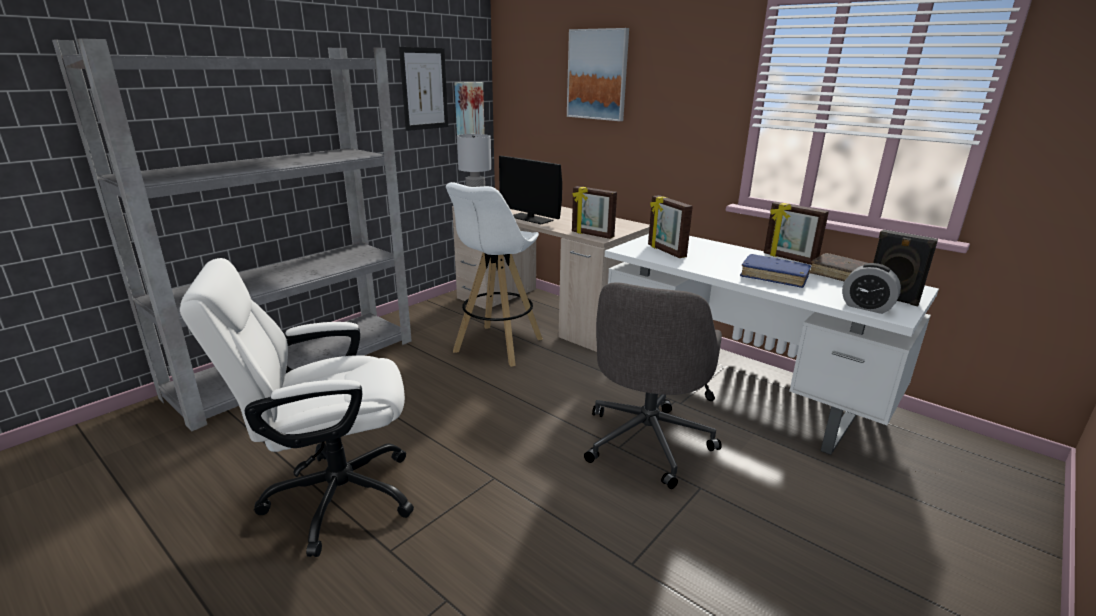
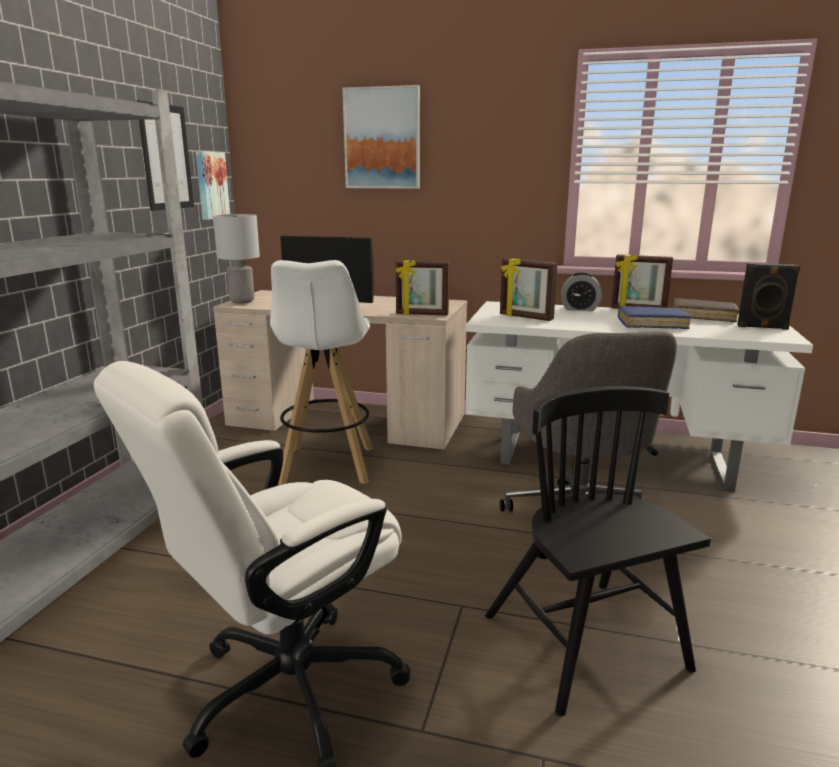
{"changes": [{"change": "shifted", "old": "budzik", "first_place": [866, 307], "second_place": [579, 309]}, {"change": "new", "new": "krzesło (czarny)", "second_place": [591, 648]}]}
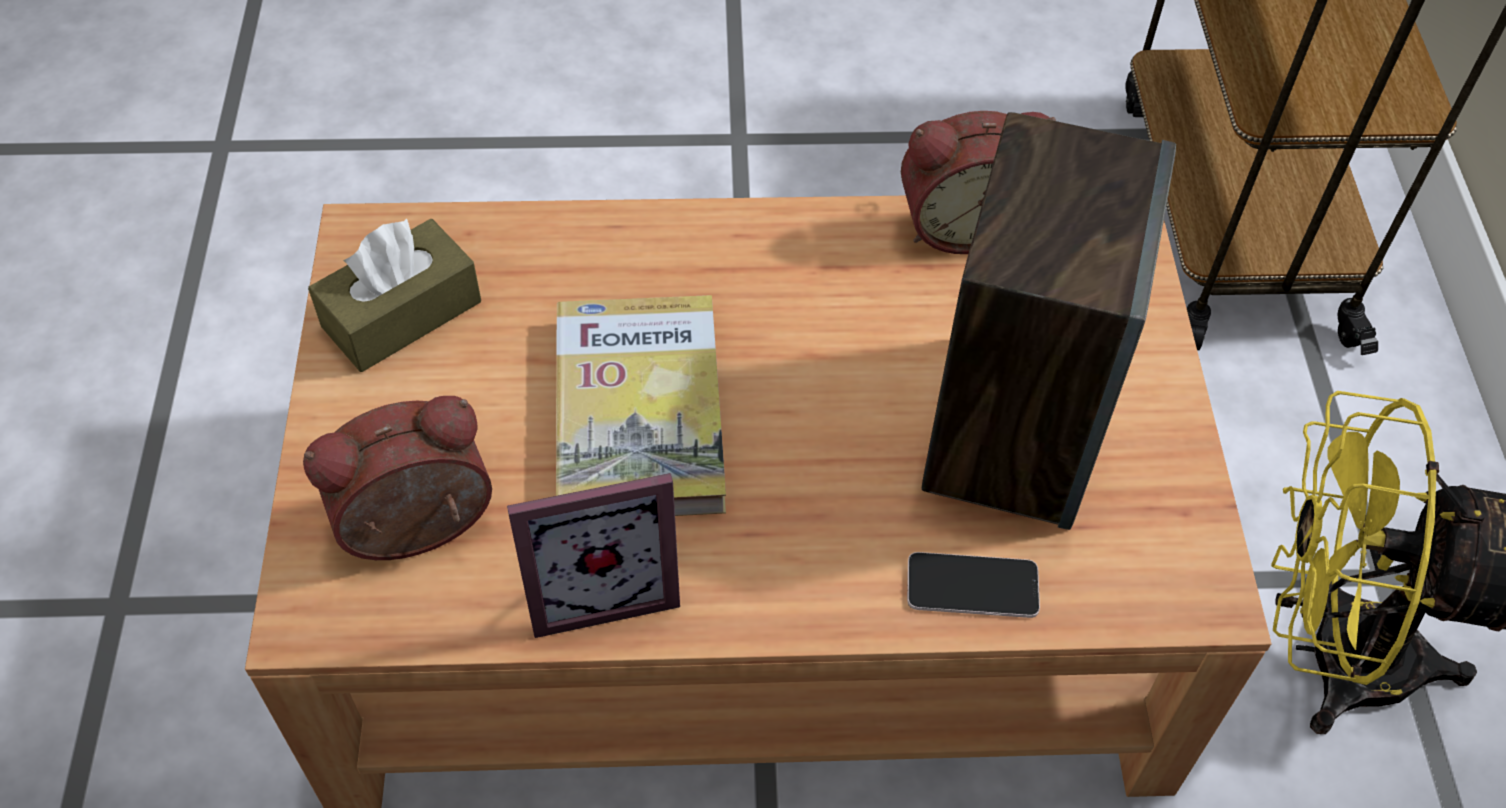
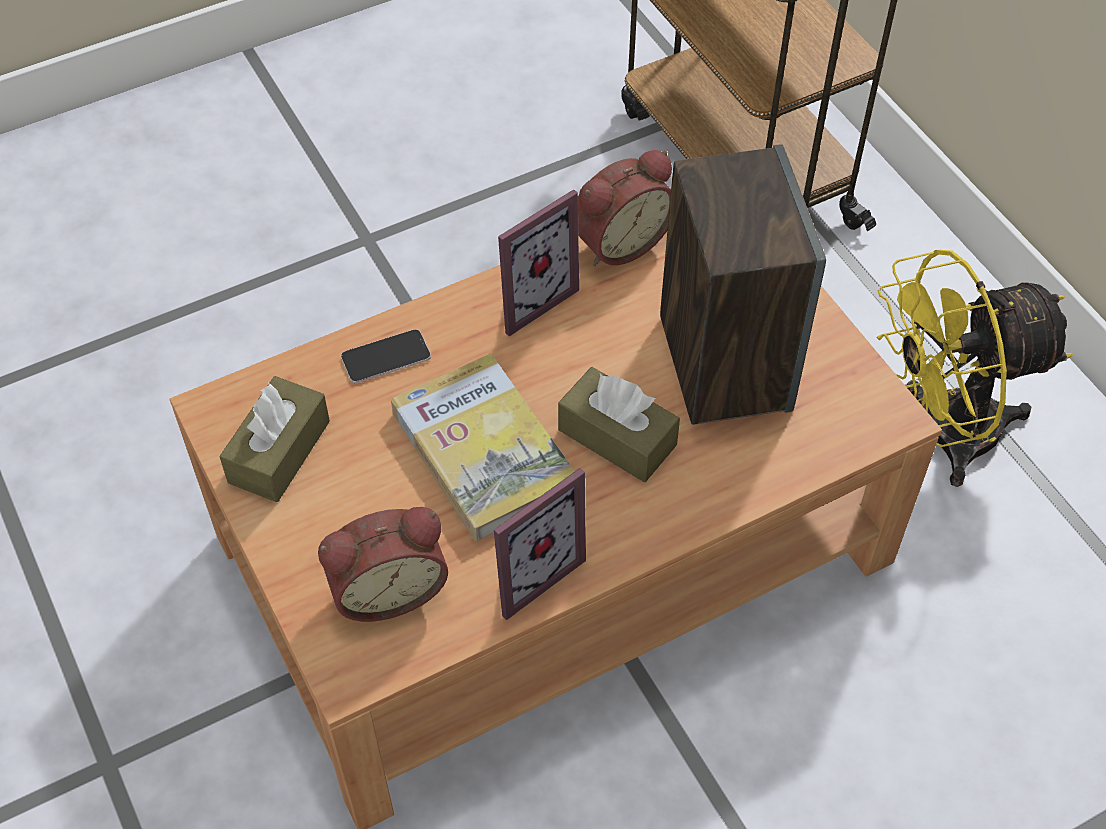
{"changes": [{"change": "rotated", "old": "budzik", "first_place": [419, 531], "second_place": [387, 588], "degrees": -150}, {"change": "shifted", "old": "telefon", "first_place": [972, 586], "second_place": [386, 357]}, {"change": "new", "new": "ramka na zdjęcie", "second_place": [527, 297]}, {"change": "new", "new": "pudełko chusteczek (brązowy)", "second_place": [617, 437]}]}
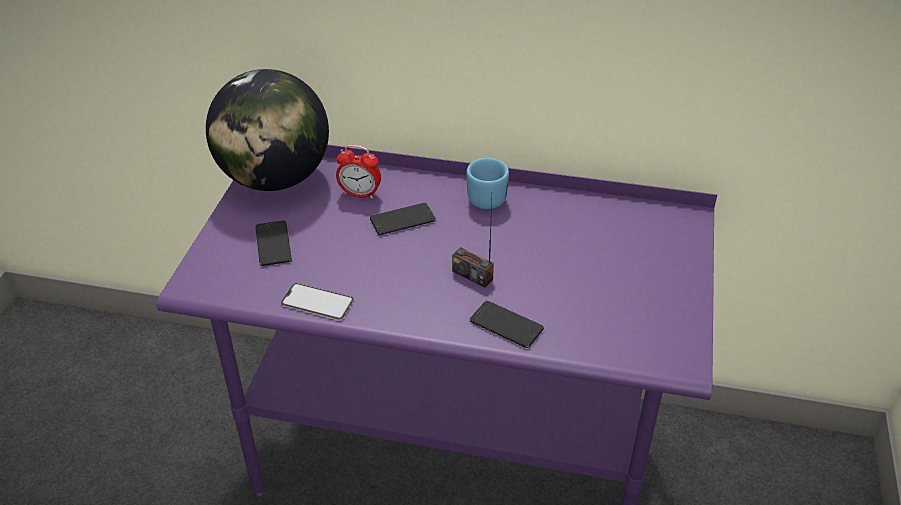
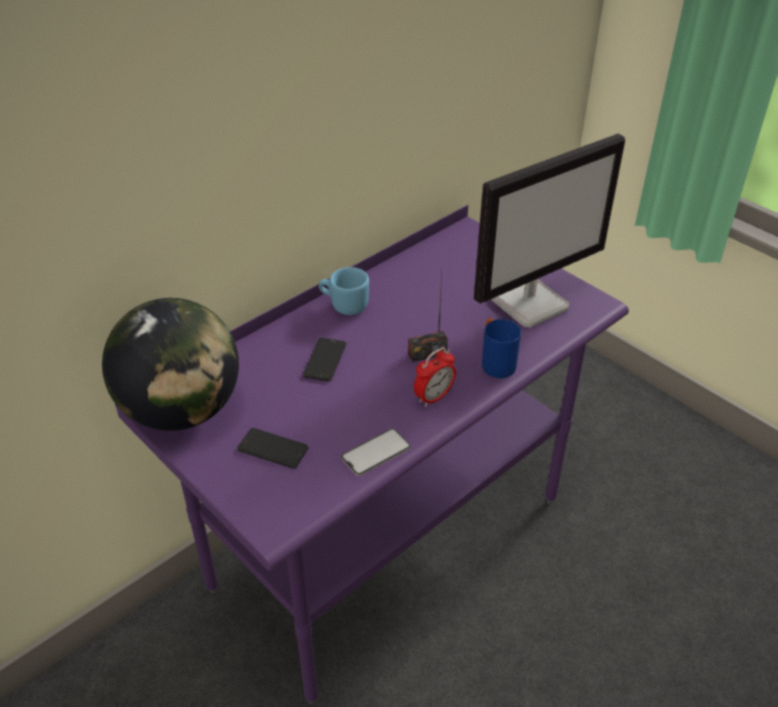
{"changes": [{"change": "shifted", "old": "budzik", "first_place": [360, 194], "second_place": [434, 397]}, {"change": "swapped", "old": "telefon", "new": "kubek (niebieski)", "first_place": [506, 325], "second_place": [495, 362]}, {"change": "new", "new": "monitor", "second_place": [530, 302]}]}
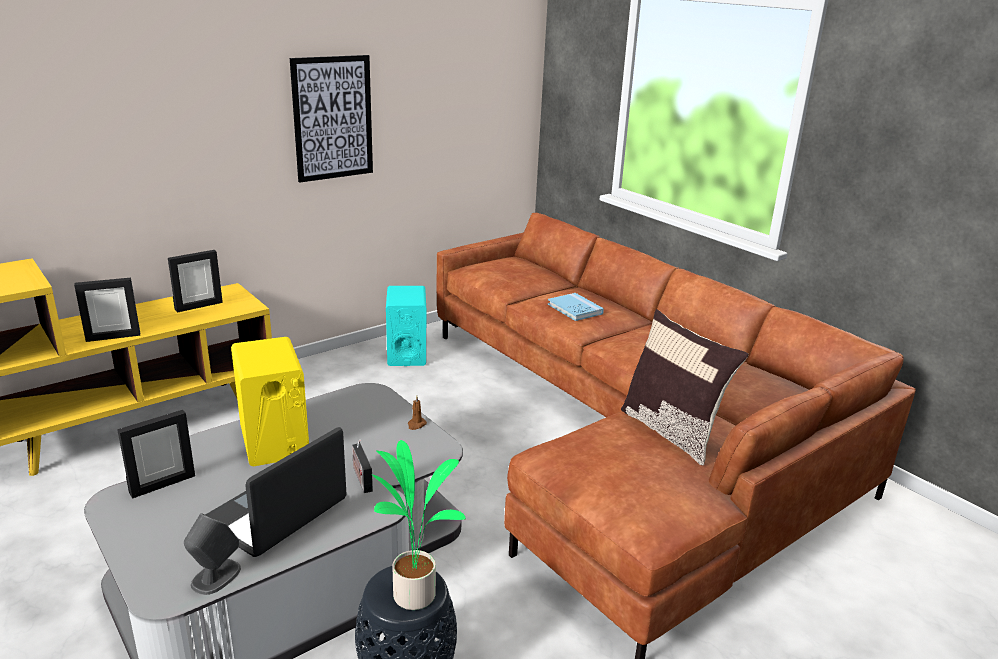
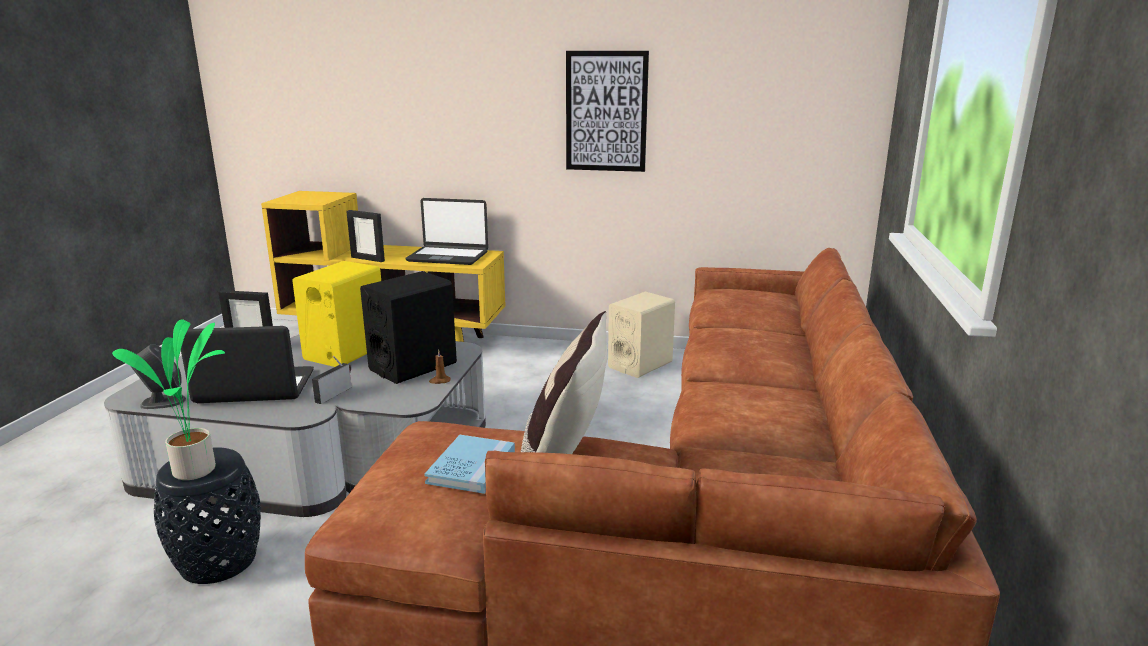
{"changes": [{"change": "swapped", "old": "ramka na zdjęcie", "new": "laptop", "first_place": [199, 306], "second_place": [448, 256]}, {"change": "repainted", "old": "głośnik (turkusowy)", "new": "głośnik (beżowy)", "first_place": [406, 354], "second_place": [640, 365]}, {"change": "shifted", "old": "książka (niebieski)", "first_place": [575, 309], "second_place": [471, 467]}, {"change": "new", "new": "głośnik (czarny)", "second_place": [413, 366]}]}
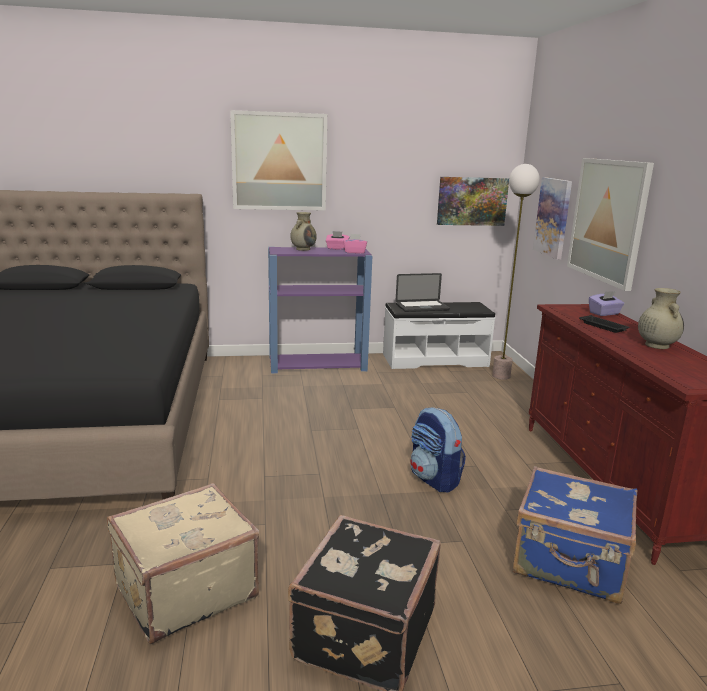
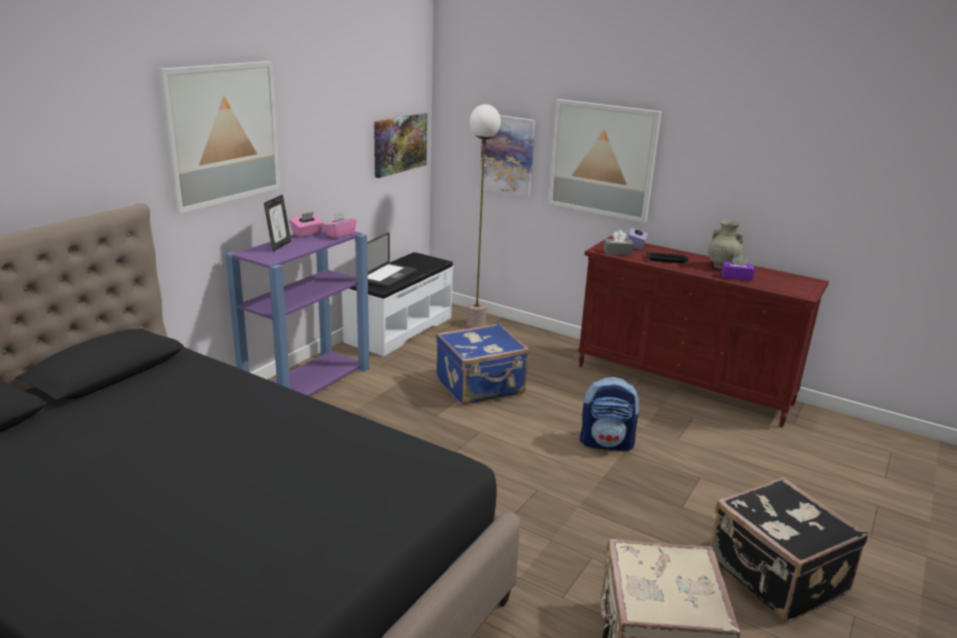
{"changes": [{"change": "swapped", "old": "wazon (beżowy)", "new": "ramka na zdjęcie", "first_place": [303, 249], "second_place": [279, 246]}, {"change": "shifted", "old": "walizka (niebieski)", "first_place": [570, 564], "second_place": [481, 387]}, {"change": "new", "new": "pudełko chusteczek (szary)", "second_place": [617, 252]}, {"change": "new", "new": "pudełko chusteczek (fioletowy)", "second_place": [736, 277]}]}
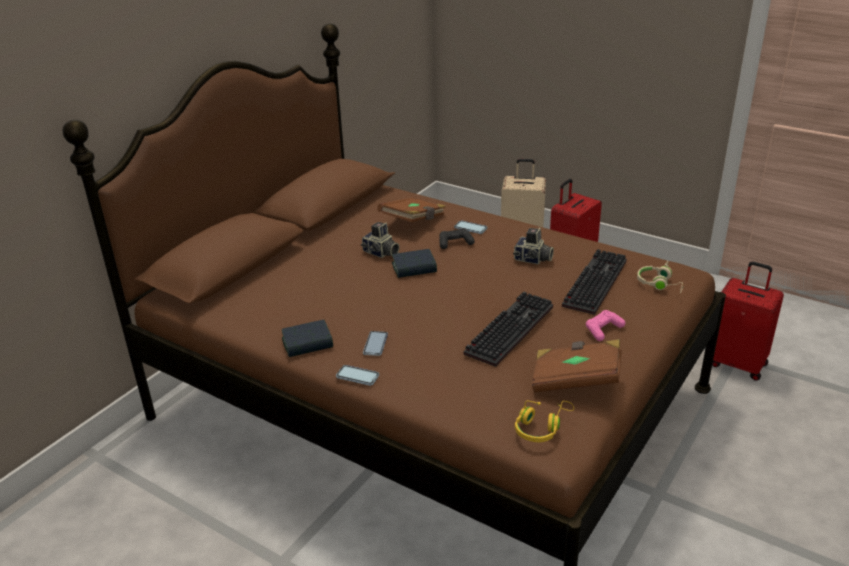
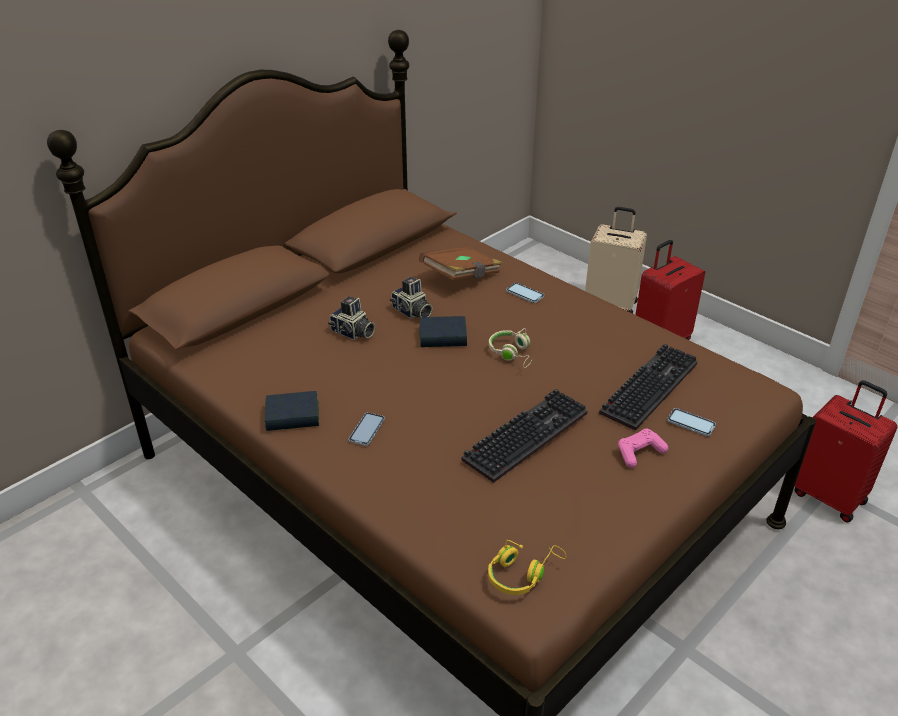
{"changes": [{"change": "gone", "old": "pad do gier (czarny)", "first_place": [455, 243]}, {"change": "shifted", "old": "aparat fotograficzny", "first_place": [533, 259], "second_place": [352, 333]}, {"change": "shifted", "old": "słuchawki (beżowy)", "first_place": [659, 284], "second_place": [512, 354]}, {"change": "gone", "old": "książka (brązowy)", "first_place": [575, 380]}, {"change": "shifted", "old": "telefon", "first_place": [357, 376], "second_place": [691, 423]}]}
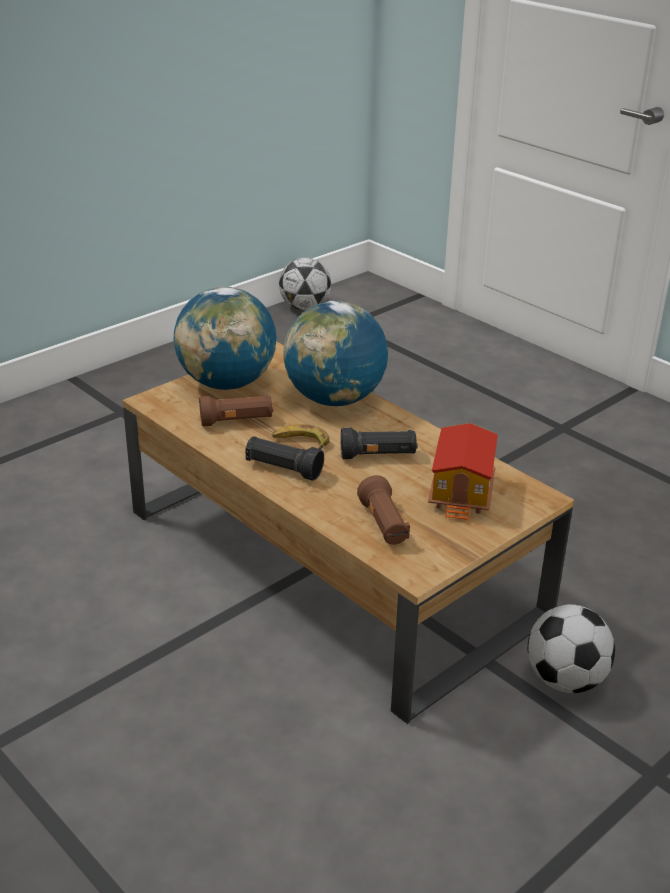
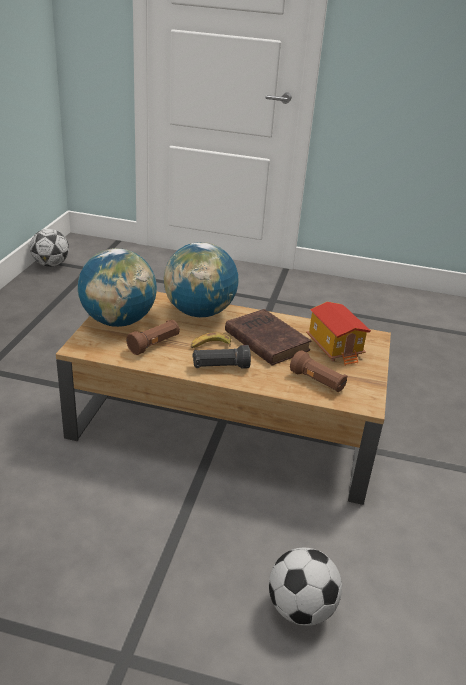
{"changes": [{"change": "swapped", "old": "latarka (czarny)", "new": "książka (brązowy)", "first_place": [378, 456], "second_place": [265, 340]}, {"change": "shifted", "old": "piłka futbolowa", "first_place": [564, 680], "second_place": [300, 609]}]}
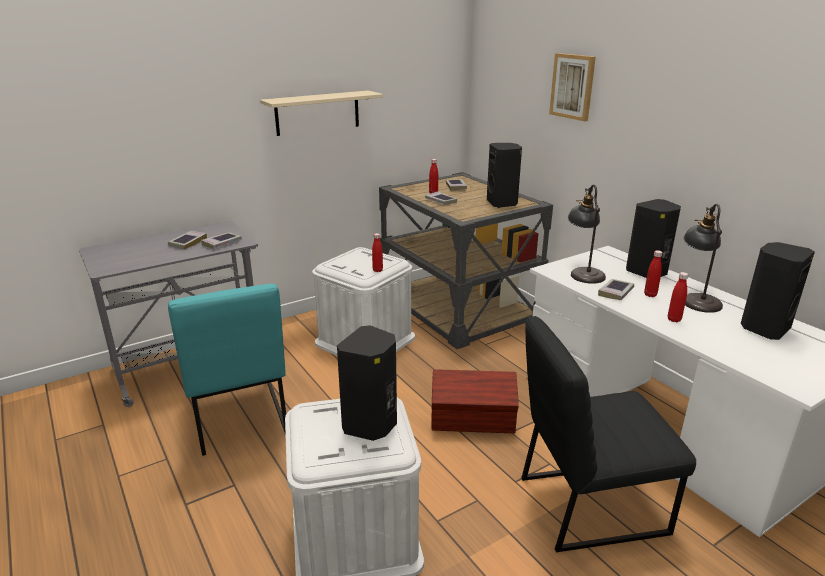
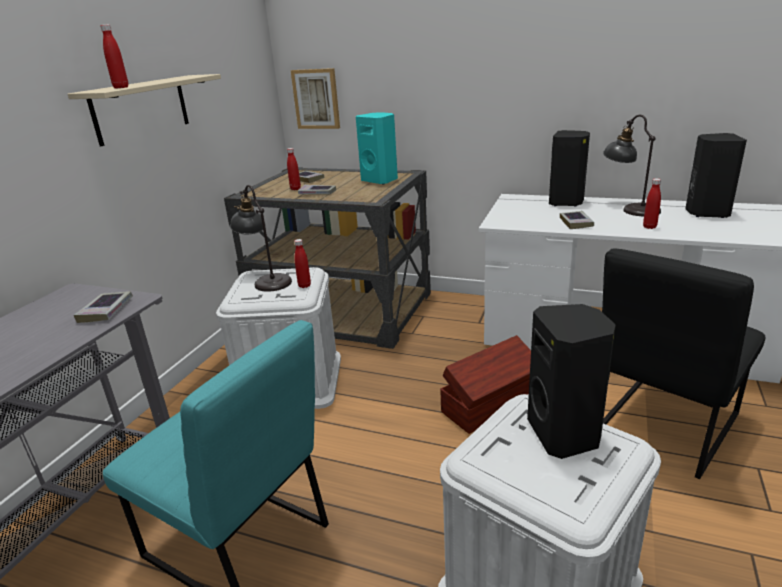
{"changes": [{"change": "shifted", "old": "obraz", "first_place": [572, 86], "second_place": [316, 99]}, {"change": "repainted", "old": "głośnik (czarny)", "new": "głośnik (turkusowy)", "first_place": [502, 203], "second_place": [380, 180]}, {"change": "shifted", "old": "lampa stołowa (szary)", "first_place": [582, 270], "second_place": [264, 279]}, {"change": "gone", "old": "książka", "first_place": [188, 242]}, {"change": "shifted", "old": "butelka (czerwony)", "first_place": [650, 295], "second_place": [121, 87]}]}
